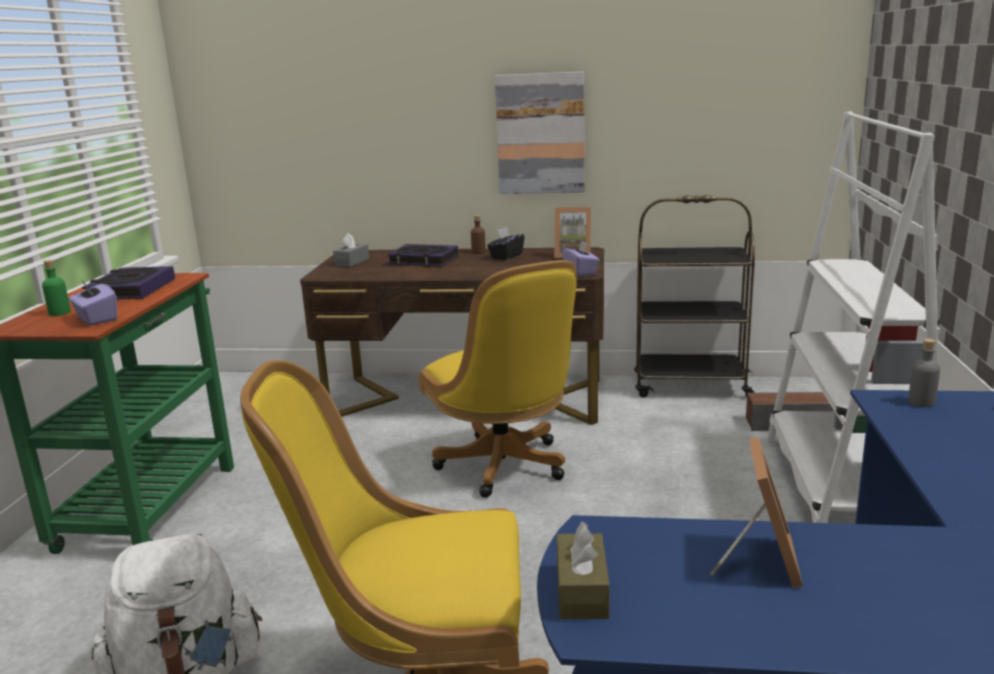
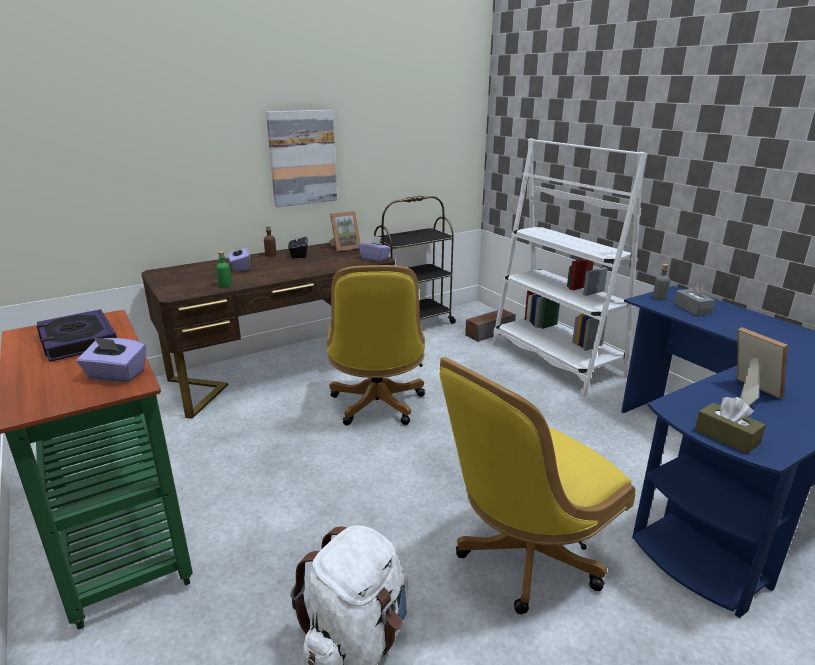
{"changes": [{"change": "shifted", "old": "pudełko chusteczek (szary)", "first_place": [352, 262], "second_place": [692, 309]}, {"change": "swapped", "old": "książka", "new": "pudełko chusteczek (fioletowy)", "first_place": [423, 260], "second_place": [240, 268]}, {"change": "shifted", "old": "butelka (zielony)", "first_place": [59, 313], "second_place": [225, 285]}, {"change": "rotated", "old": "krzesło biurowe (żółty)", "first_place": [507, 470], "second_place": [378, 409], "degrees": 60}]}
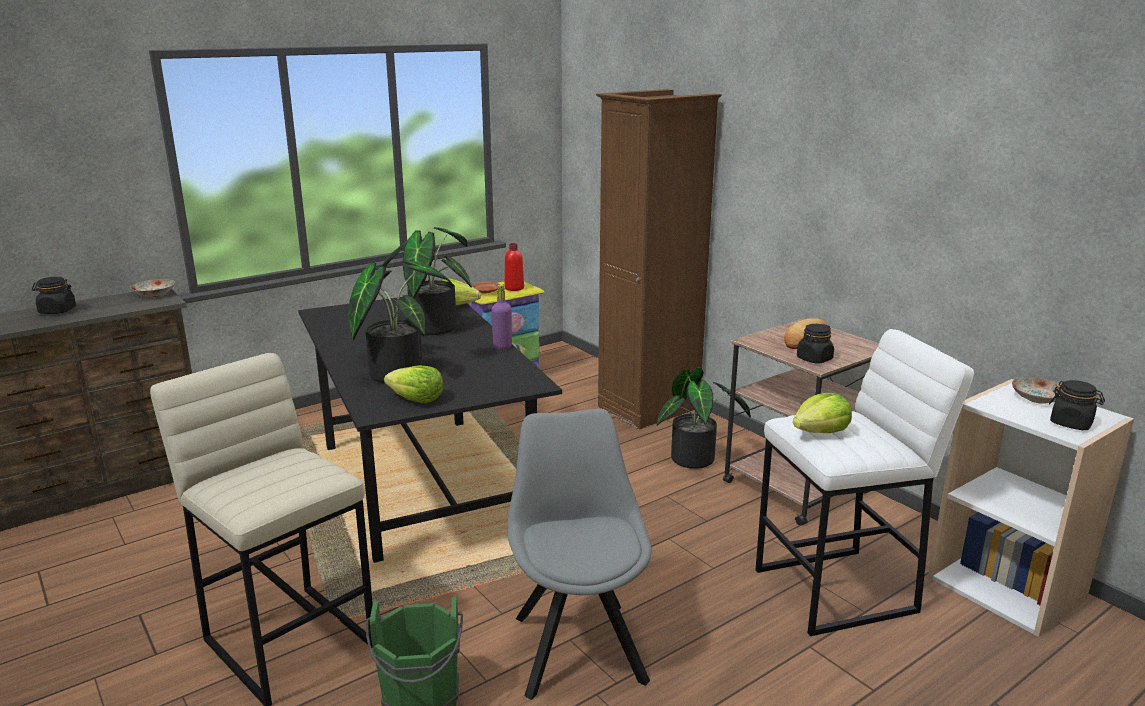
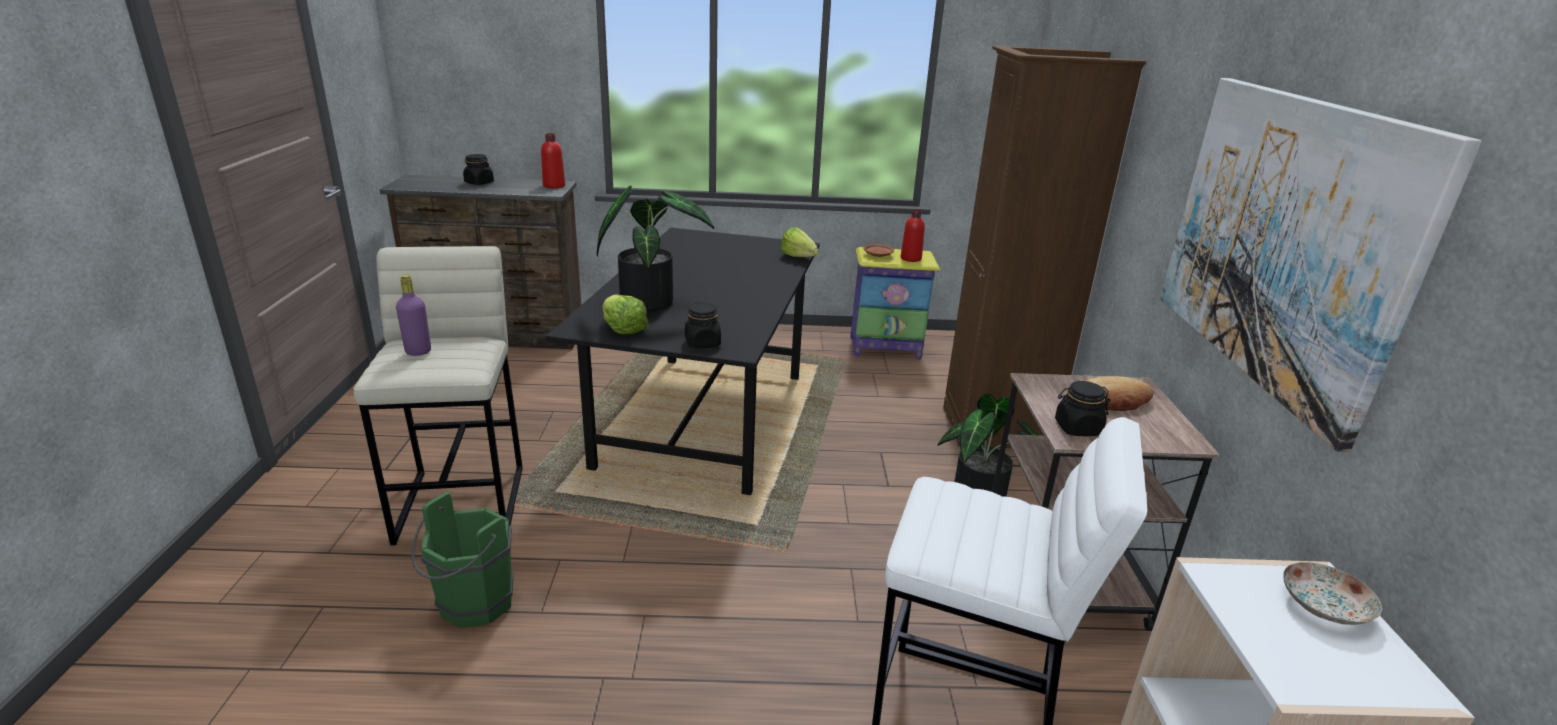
{"changes": [{"change": "gone", "old": "roślina doniczkowa", "first_place": [430, 326]}, {"change": "swapped", "old": "talerz", "new": "butelka (czerwony)", "first_place": [154, 294], "second_place": [554, 186]}, {"change": "shifted", "old": "butelka (fioletowy)", "first_place": [502, 346], "second_place": [418, 351]}, {"change": "shifted", "old": "słoik (czarny)", "first_place": [1071, 423], "second_place": [703, 343]}, {"change": "gone", "old": "sałata", "first_place": [821, 432]}, {"change": "gone", "old": "krzesło (szary)", "first_place": [577, 648]}, {"change": "new", "new": "obraz", "second_place": [1283, 241]}]}
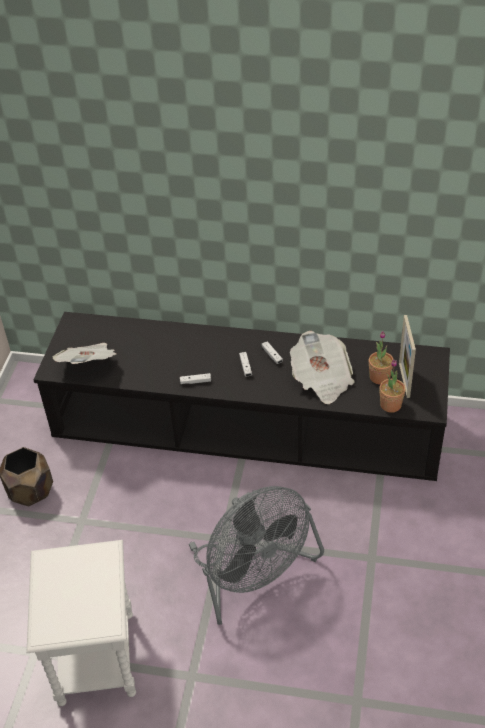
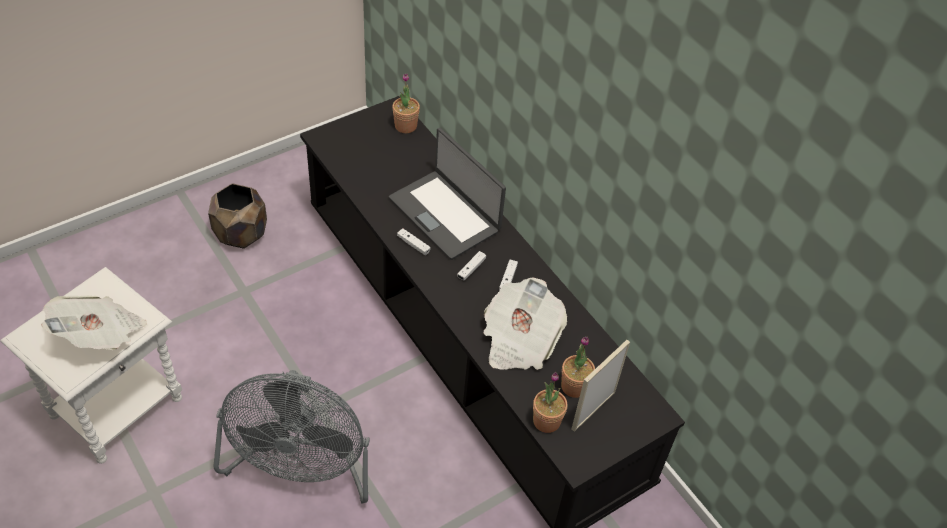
{"changes": [{"change": "shifted", "old": "gazeta", "first_place": [89, 365], "second_place": [100, 335]}, {"change": "new", "new": "roślina doniczkowa", "second_place": [405, 126]}, {"change": "new", "new": "laptop", "second_place": [445, 214]}]}
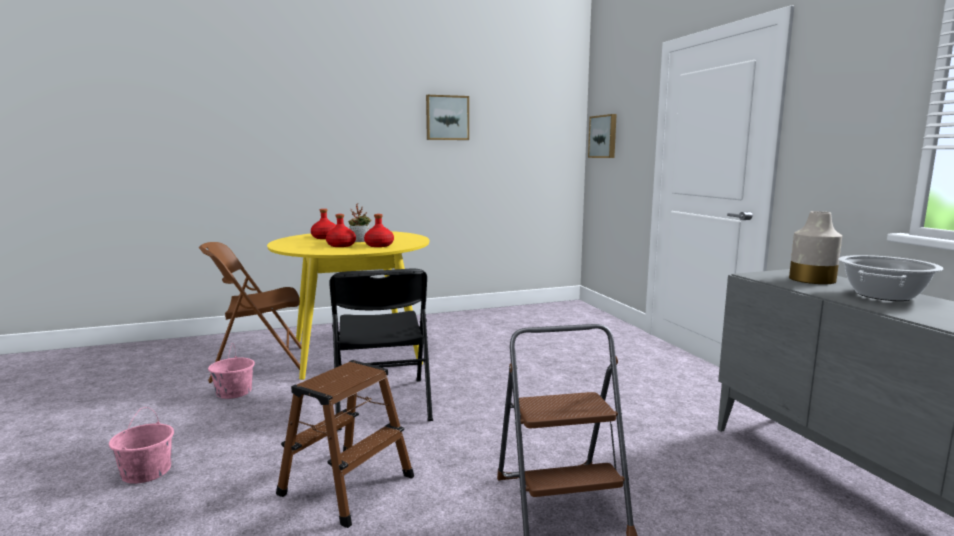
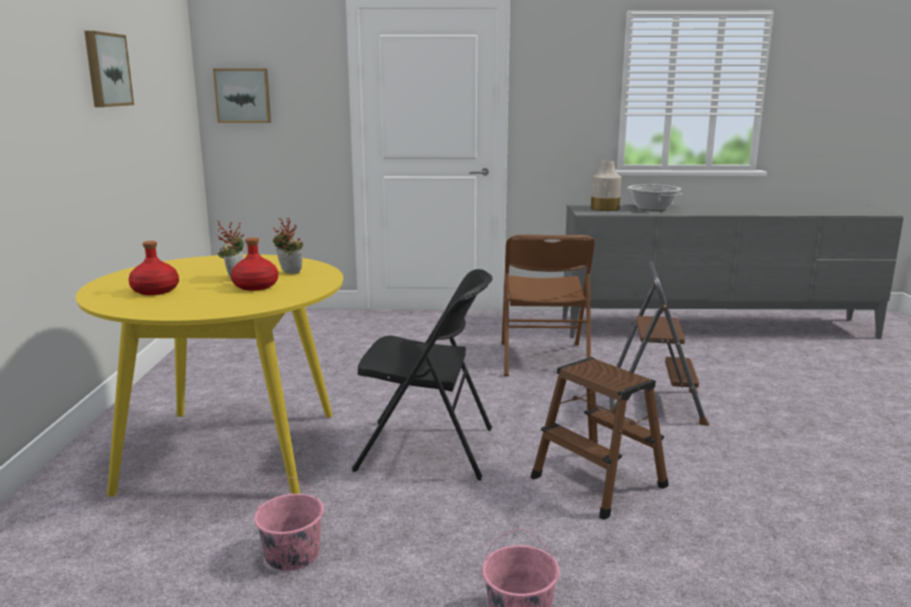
{"changes": [{"change": "swapped", "old": "butelka (czerwony)", "new": "roślina doniczkowa", "first_place": [379, 245], "second_place": [288, 273]}, {"change": "shifted", "old": "krzesło (brązowy)", "first_place": [259, 363], "second_place": [543, 359]}]}
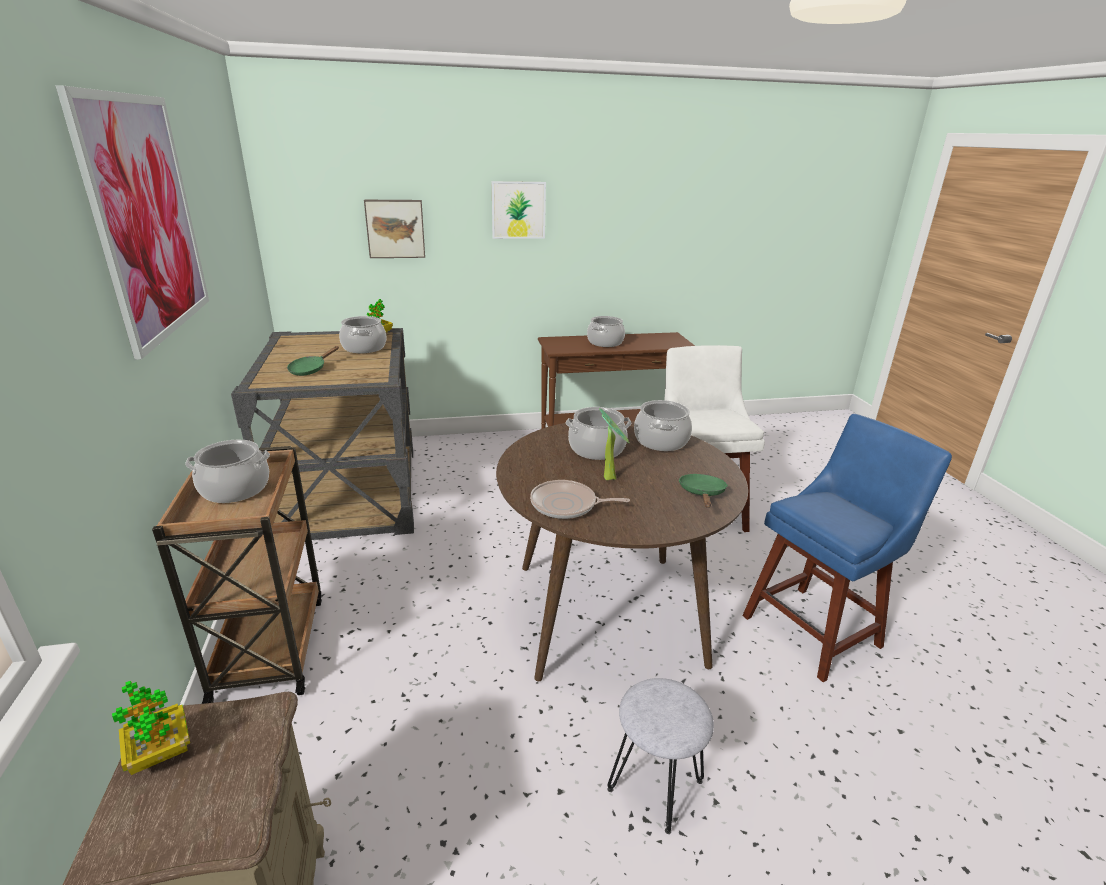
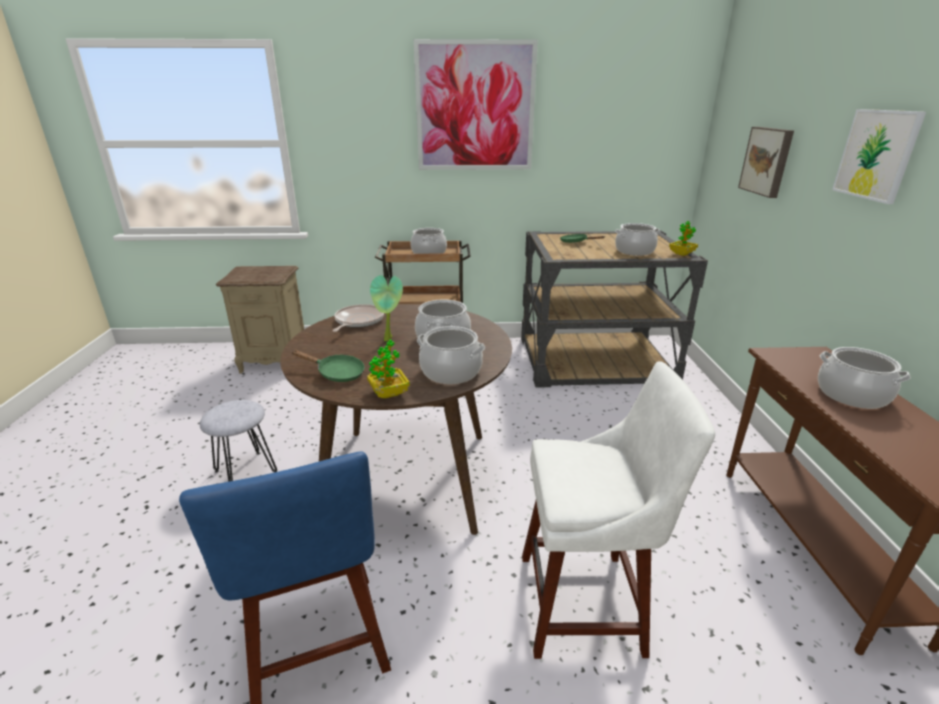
{"changes": [{"change": "shifted", "old": "roślina doniczkowa", "first_place": [160, 752], "second_place": [389, 393]}]}
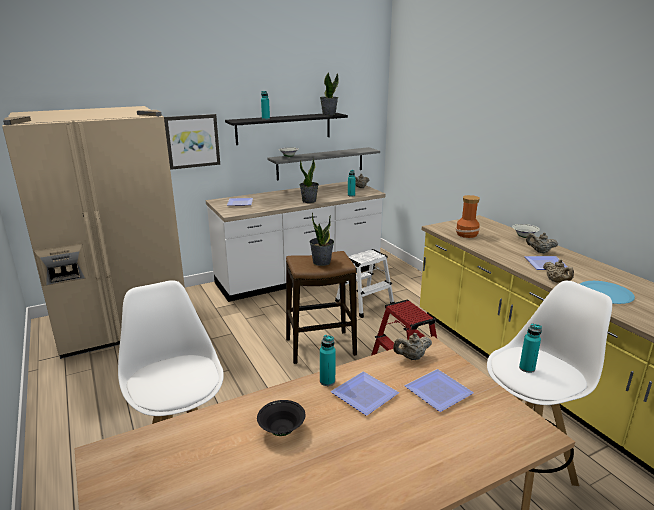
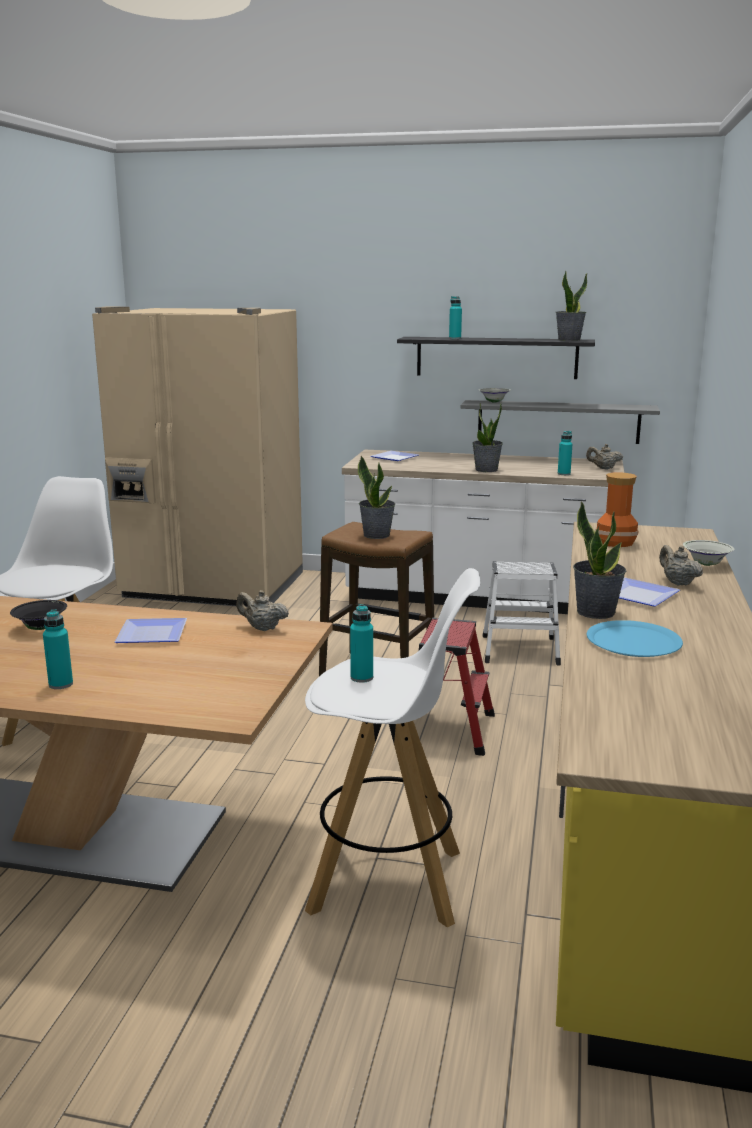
{"changes": [{"change": "gone", "old": "obraz", "first_place": [192, 141]}, {"change": "swapped", "old": "imbryk (beżowy)", "new": "roślina doniczkowa", "first_place": [556, 281], "second_place": [596, 612]}, {"change": "shifted", "old": "butelka (turkusowy)", "first_place": [327, 381], "second_place": [61, 684]}, {"change": "gone", "old": "talerz", "first_place": [435, 392]}]}
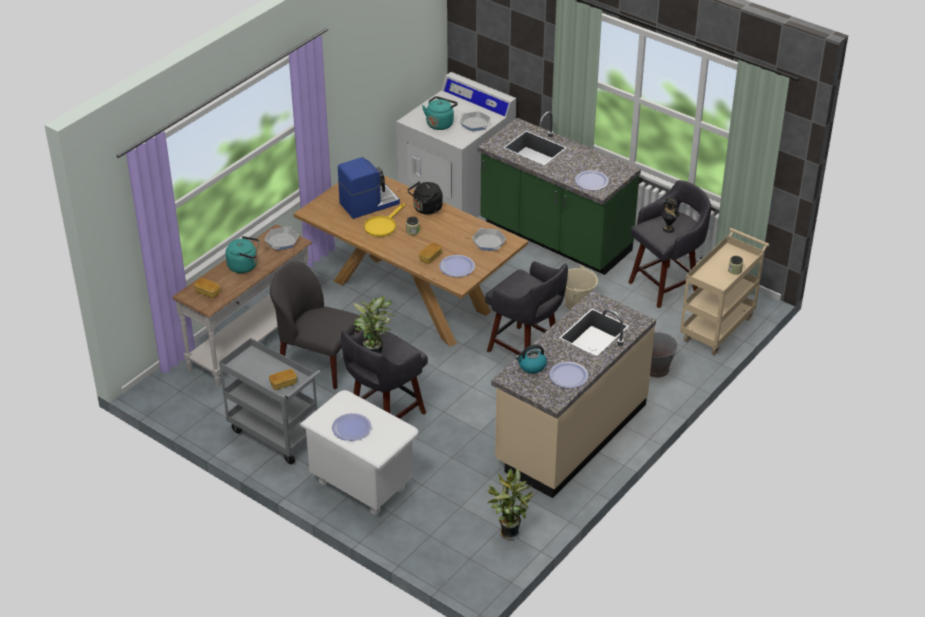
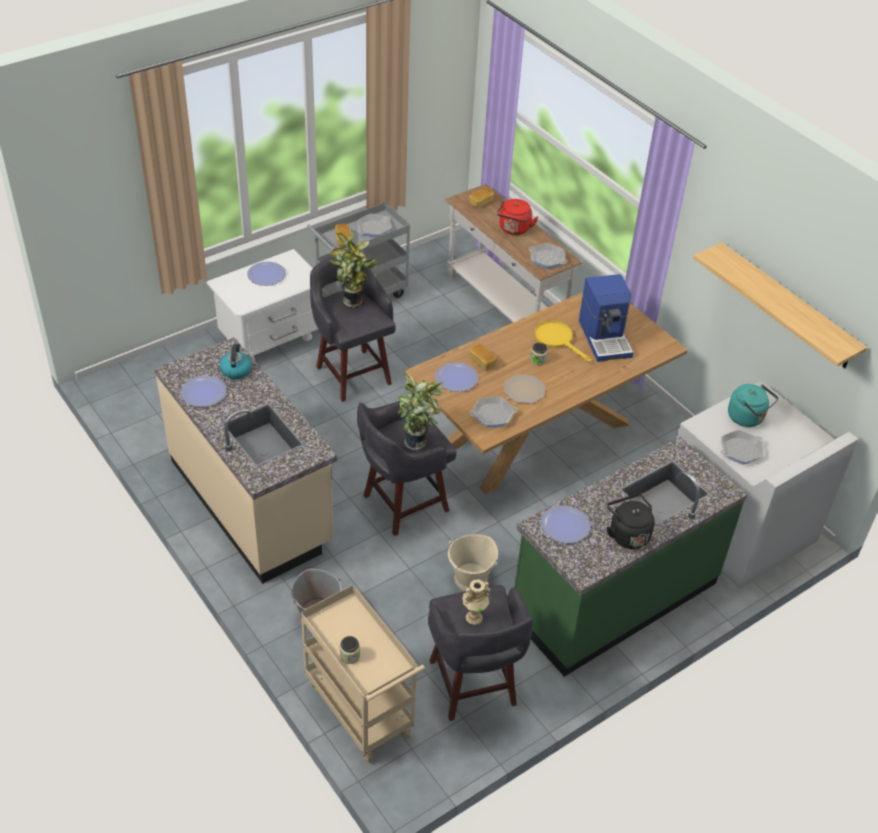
{"changes": [{"change": "shifted", "old": "czajnik (czarny)", "first_place": [426, 209], "second_place": [627, 534]}, {"change": "repainted", "old": "wazon (czarny)", "new": "wazon (beżowy)", "first_place": [668, 229], "second_place": [474, 617]}, {"change": "repainted", "old": "czajnik (turkusowy)", "new": "czajnik (czerwony)", "first_place": [244, 266], "second_place": [514, 229]}, {"change": "gone", "old": "krzesło (szary)", "first_place": [318, 363]}, {"change": "shifted", "old": "roślina doniczkowa", "first_place": [508, 532], "second_place": [417, 442]}, {"change": "new", "new": "patelnia", "second_place": [374, 228]}, {"change": "new", "new": "półka", "second_place": [787, 306]}, {"change": "new", "new": "talerz", "second_place": [524, 389]}]}
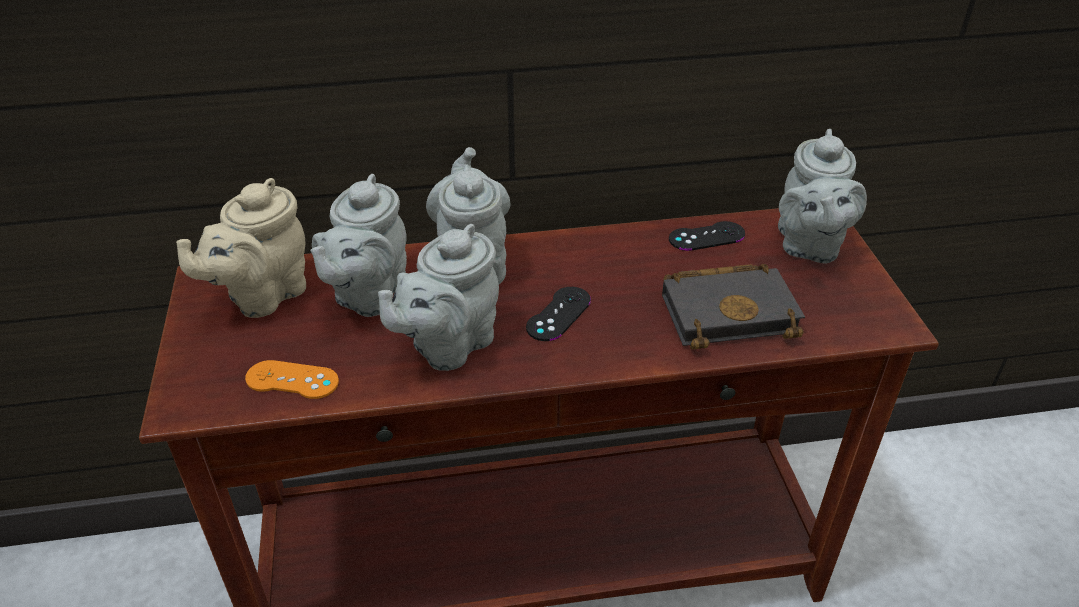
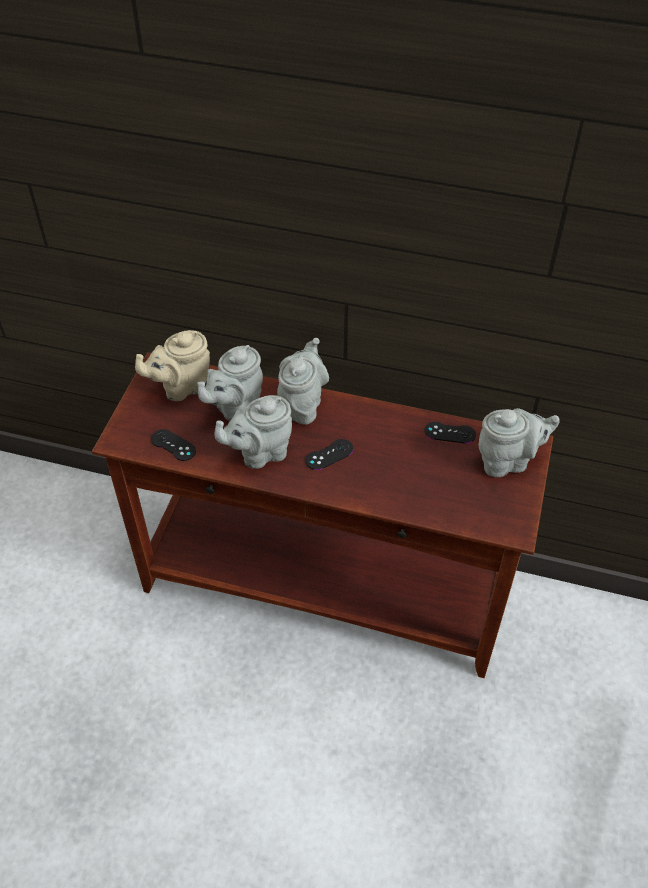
{"changes": [{"change": "rotated", "old": "imbryk (szary)", "first_place": [808, 245], "second_place": [508, 461], "degrees": -135}, {"change": "gone", "old": "książka (czarny)", "first_place": [730, 311]}, {"change": "repainted", "old": "pad do gier (pomarańczowy)", "new": "pad do gier (czarny)", "first_place": [292, 380], "second_place": [173, 445]}]}
